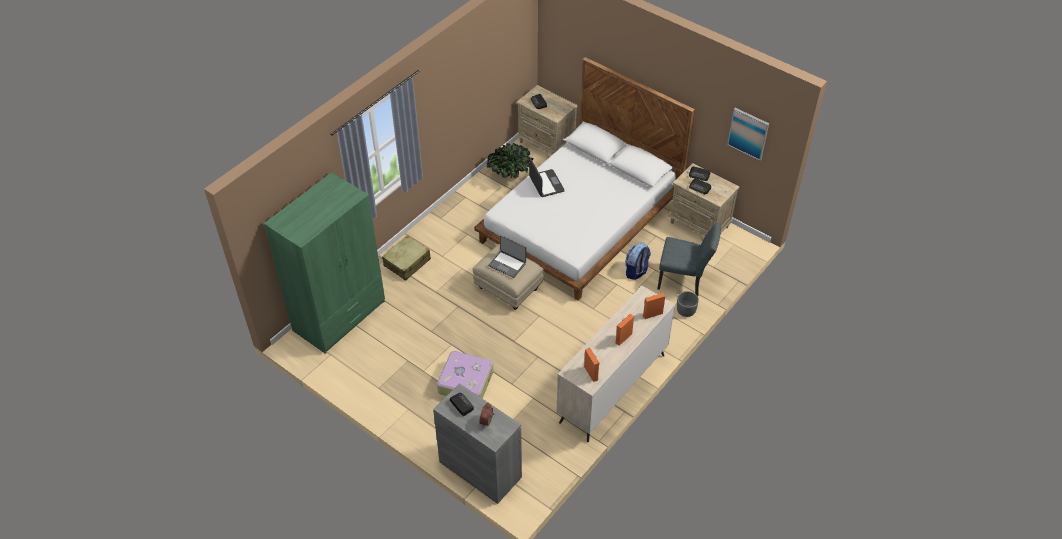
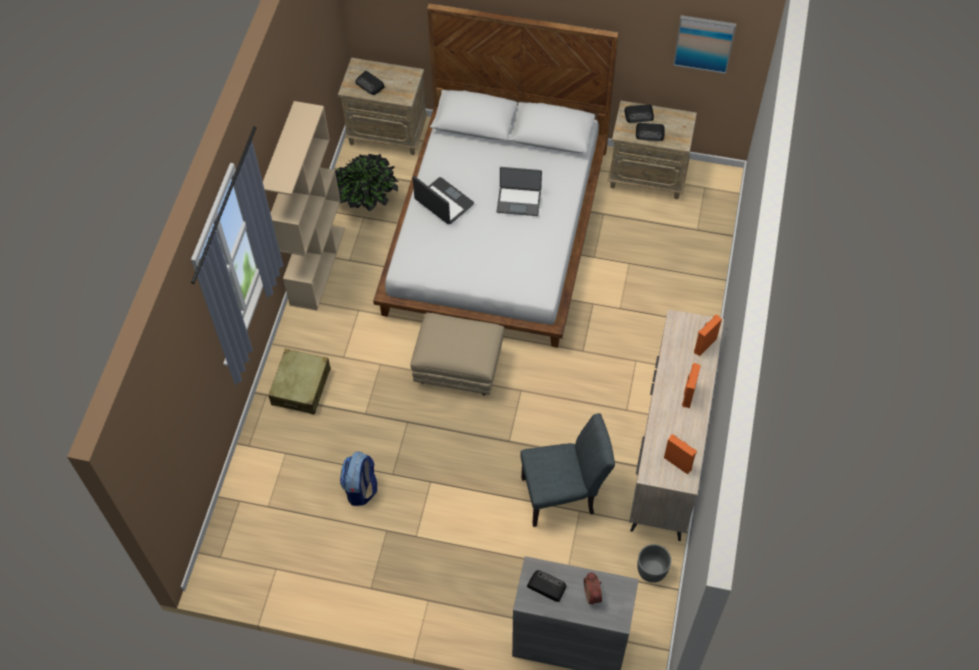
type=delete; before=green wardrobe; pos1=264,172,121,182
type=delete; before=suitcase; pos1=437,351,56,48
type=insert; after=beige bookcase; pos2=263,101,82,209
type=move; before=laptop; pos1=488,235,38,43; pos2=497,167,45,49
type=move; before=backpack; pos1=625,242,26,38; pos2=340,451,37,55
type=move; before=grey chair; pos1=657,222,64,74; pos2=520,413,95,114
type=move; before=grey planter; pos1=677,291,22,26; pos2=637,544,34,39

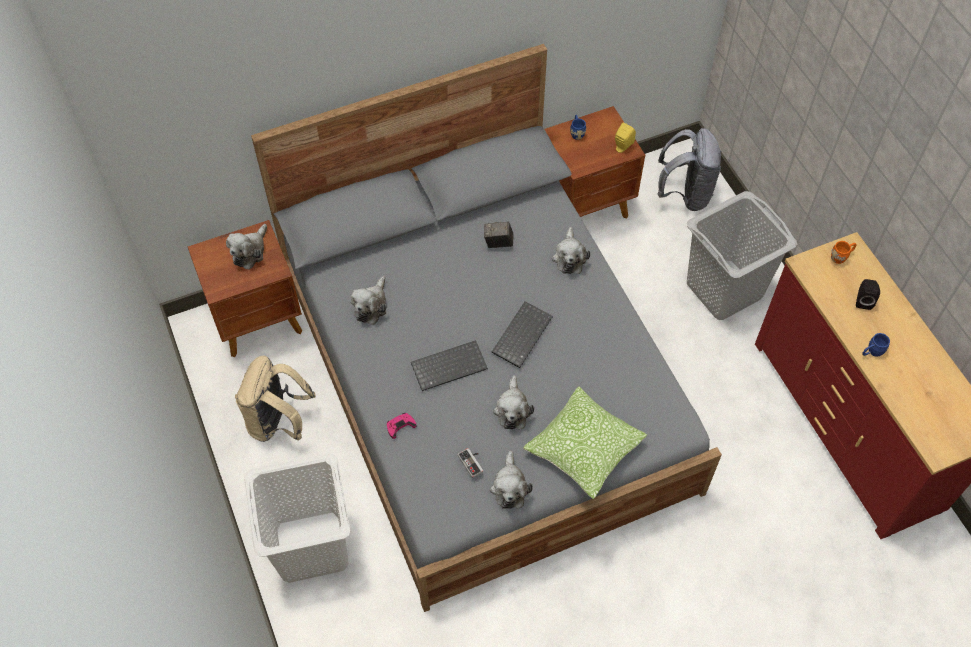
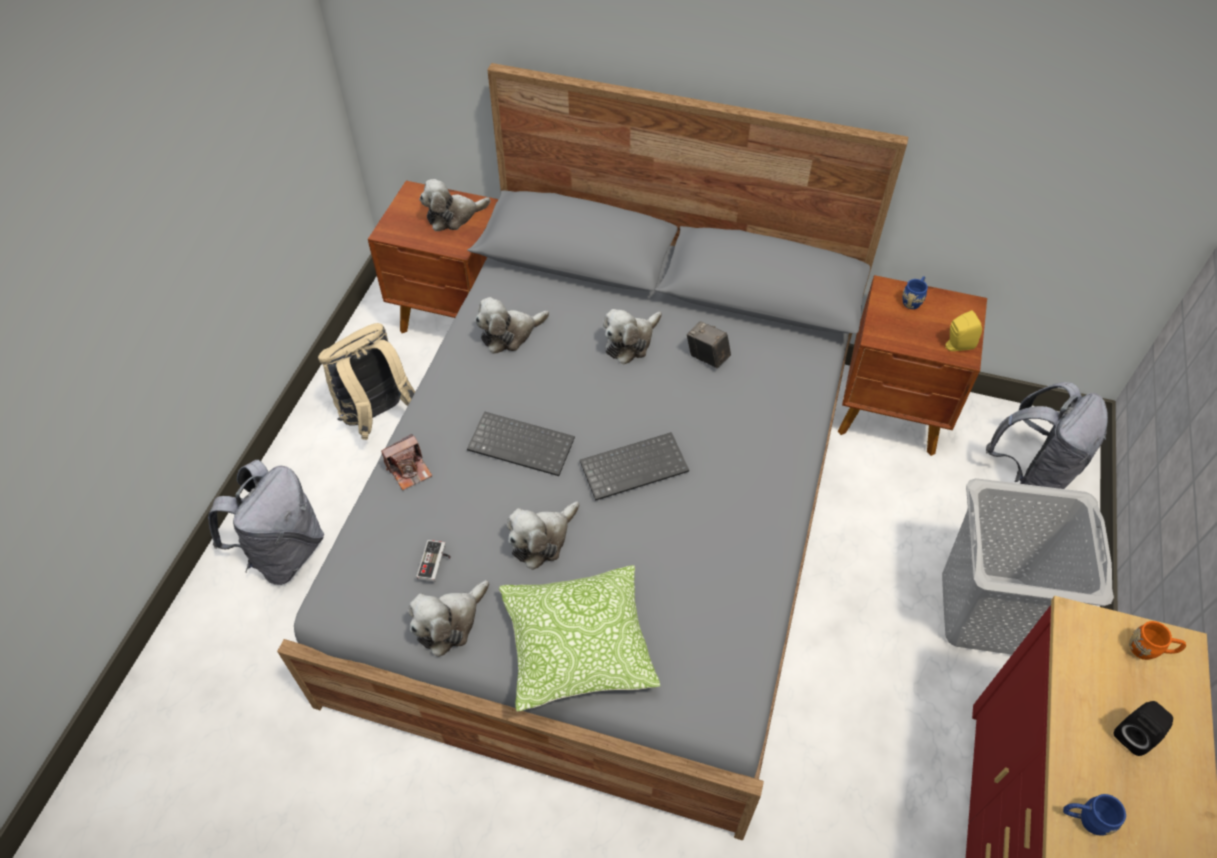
type=move; before=plush toy; pos1=552,227,38,47; pos2=603,309,59,55
type=replace; before=white laundry basket; after=grey backpack; pos1=244,453,107,130; pos2=208,460,116,125
type=replace; before=pink game controller; after=photo camera; pos1=387,413,29,26; pos2=381,434,52,56

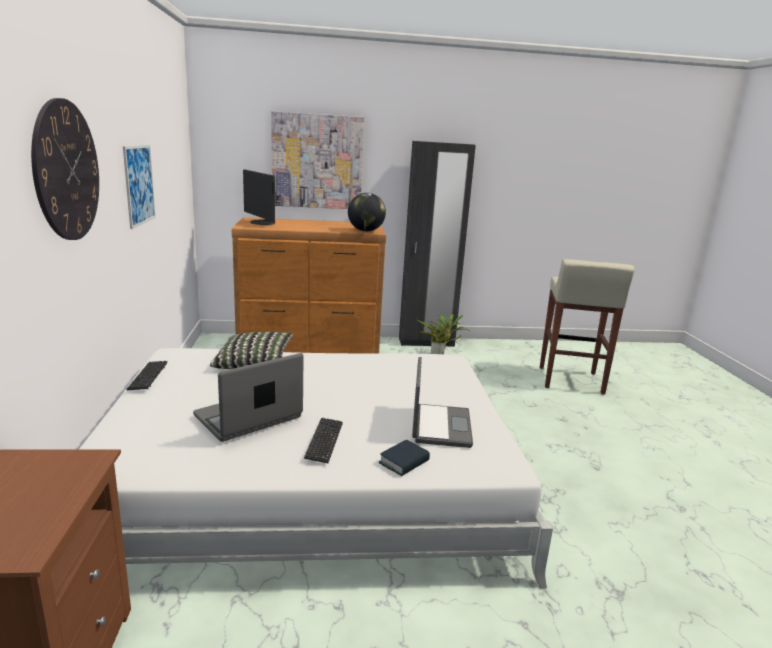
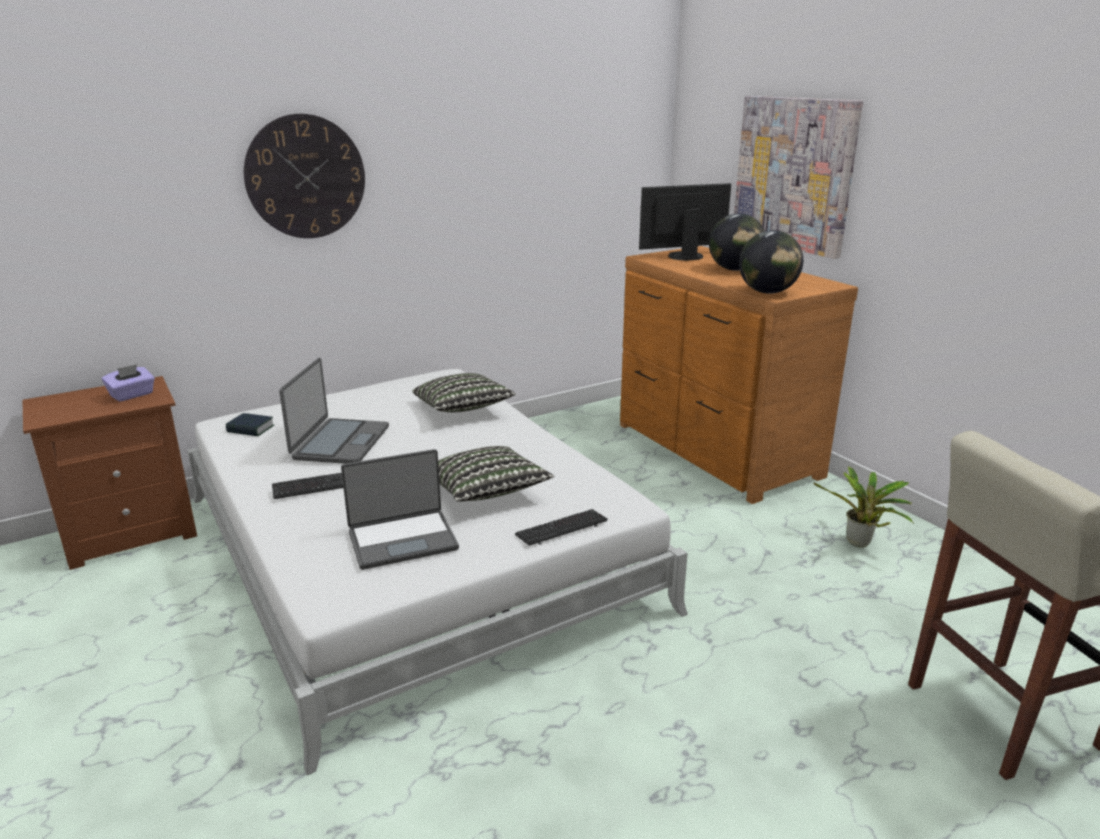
type=delete; before=picture; pos1=123,145,33,84
type=delete; before=black wardrobe; pos1=399,141,77,206
type=insert; after=purple tissue box; pos2=102,364,53,38
type=insert; after=pillow; pos2=438,446,116,55
type=insert; after=globe; pos2=709,214,55,57
type=move; before=keyboard; pos1=127,361,41,29; pos2=515,509,93,37
type=move; before=book; pos1=379,440,51,36; pos2=226,413,48,23
type=rotate; before=laptop; pos1=193,353,111,89; pos2=279,358,110,106; turn=75
type=rotate; before=monitor; pos1=243,169,32,56; pos2=639,183,92,78; turn=45

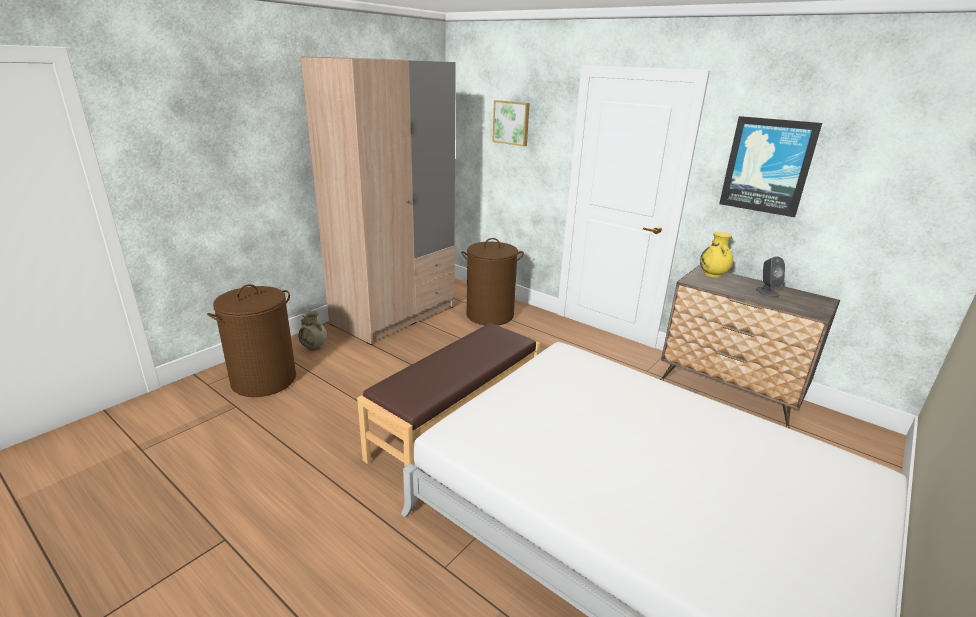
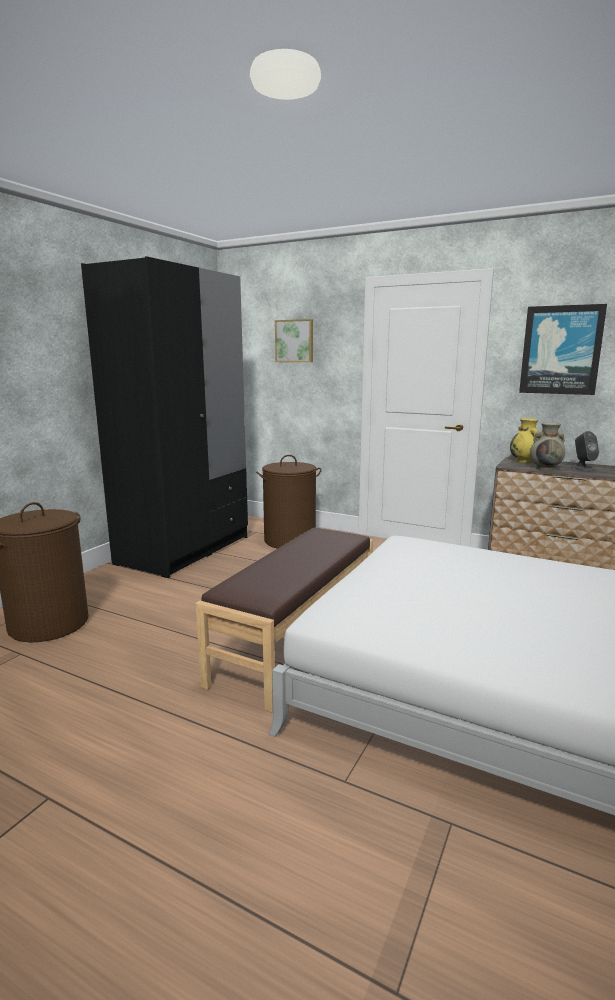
type=move; before=beige vase; pos1=298,311,29,40; pos2=530,423,35,47
type=recolor; before=beige wardrobe; after=black wardrobe; pos1=301,56,155,289; pos2=81,256,167,322

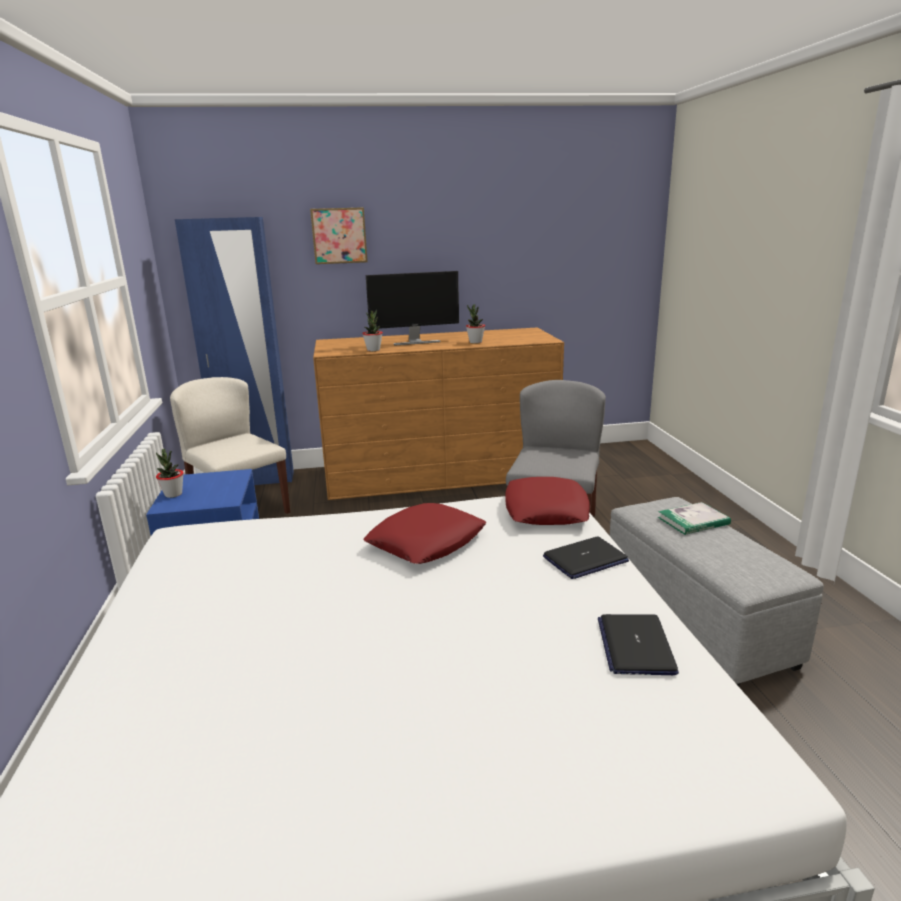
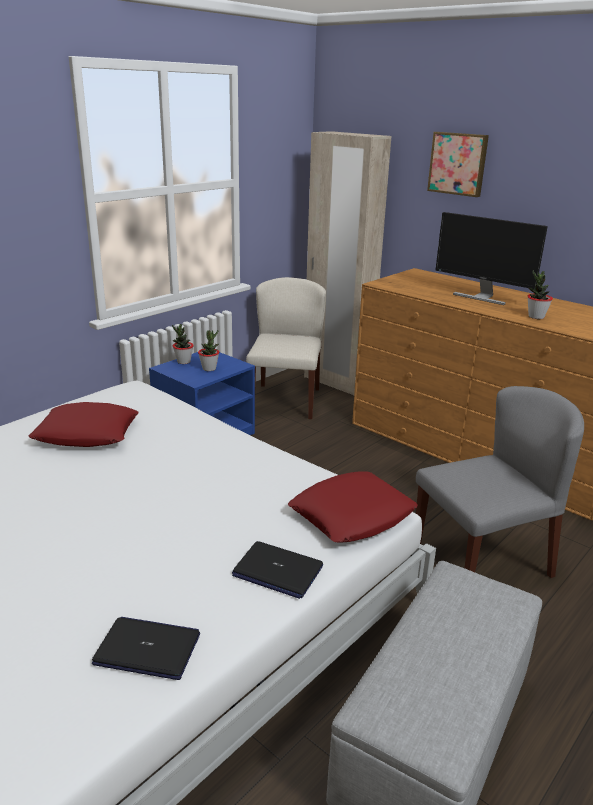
type=delete; before=book; pos1=658,502,73,33
type=move; before=potted plant; pos1=362,309,21,42; pos2=198,330,21,41
type=move; before=red pillow; pos1=363,503,123,61; pos2=29,402,110,45
type=recolor; before=blue wardrobe; after=beige wardrobe; pos1=175,217,119,268; pos2=304,131,87,265
type=rotate; before=laptop; pos1=598,614,81,61; pos2=92,617,108,63; turn=45

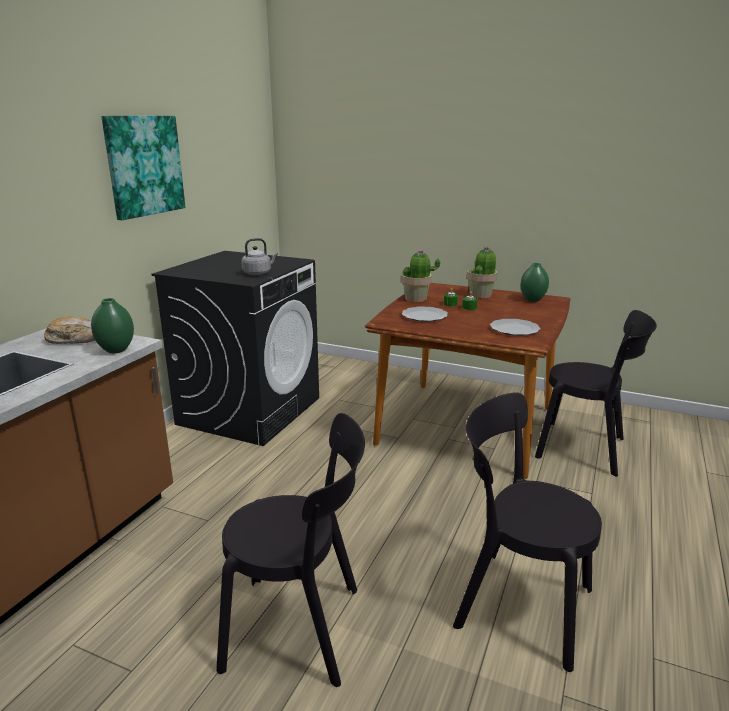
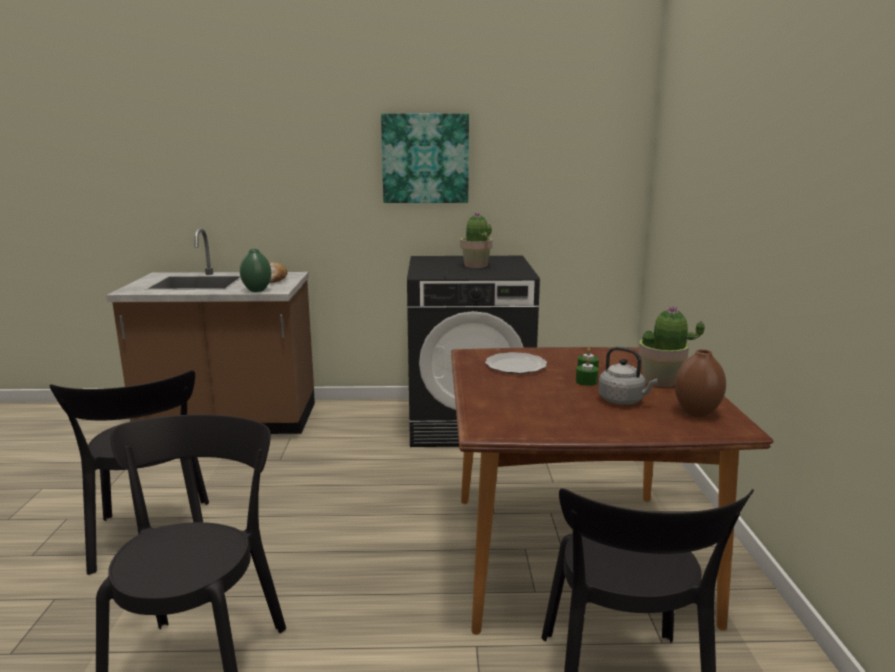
type=delete; before=plate; pos1=490,319,51,17
type=move; before=grey kettle; pos1=241,238,37,37; pos2=598,347,60,58
type=move; before=potted plant; pos1=401,250,39,52; pos2=460,213,33,55
type=recolor; before=green vase; after=brown vase; pos1=520,263,29,39; pos2=675,349,51,68

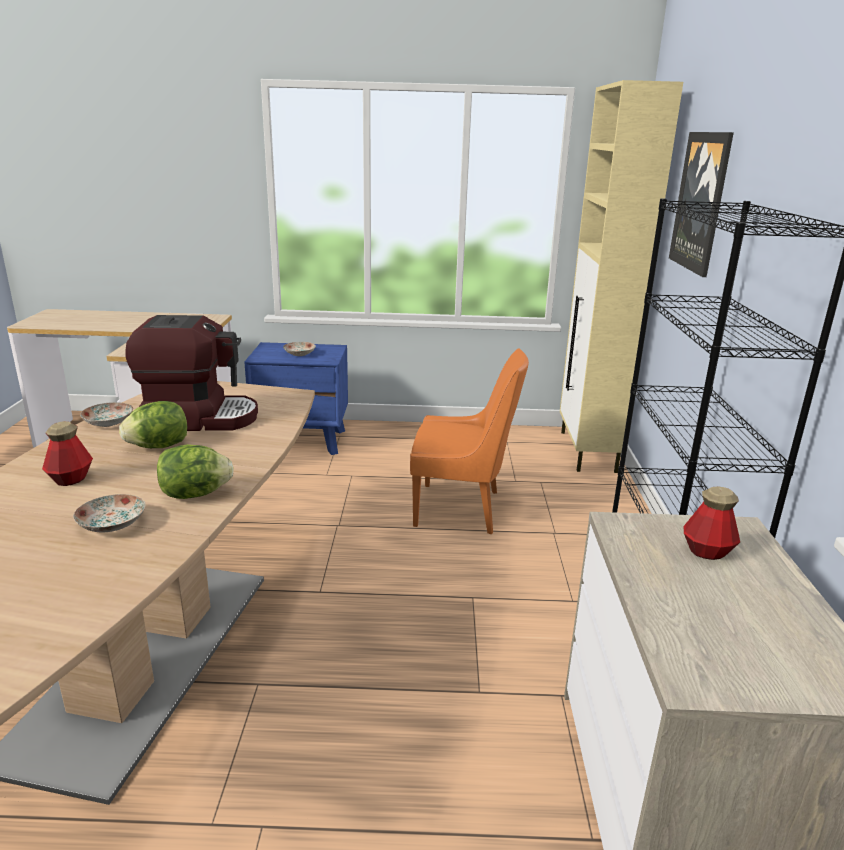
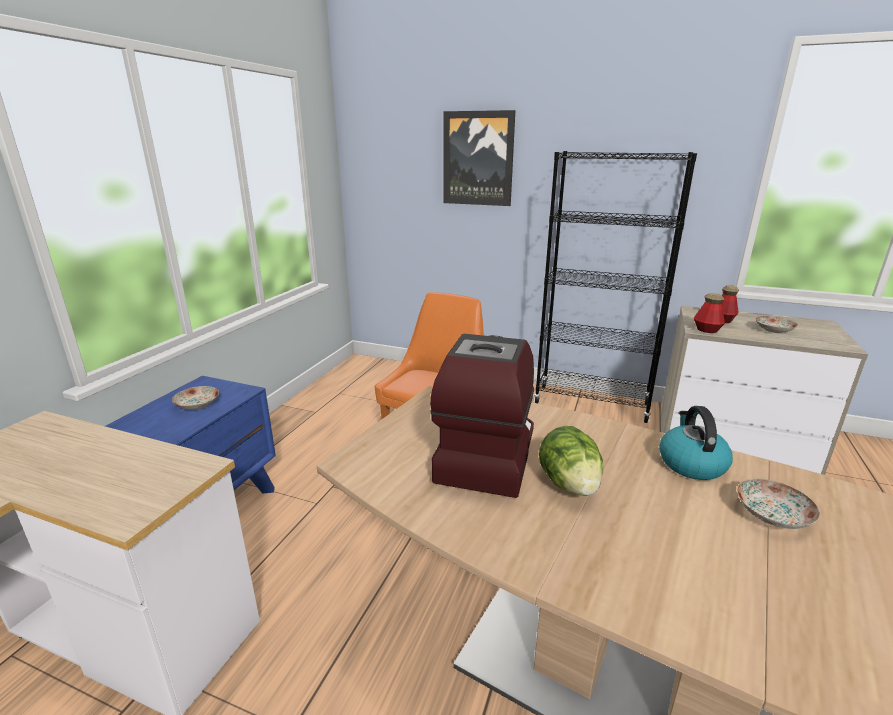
type=delete; before=beige cabinet; pos1=560,80,123,393
type=move; before=bottle; pos1=42,421,51,65; pos2=694,293,31,40
type=move; before=plate; pos1=80,402,53,25; pos2=756,316,42,17
type=replace; before=lettuce; after=kettle; pos1=157,444,77,55; pos2=659,406,74,74

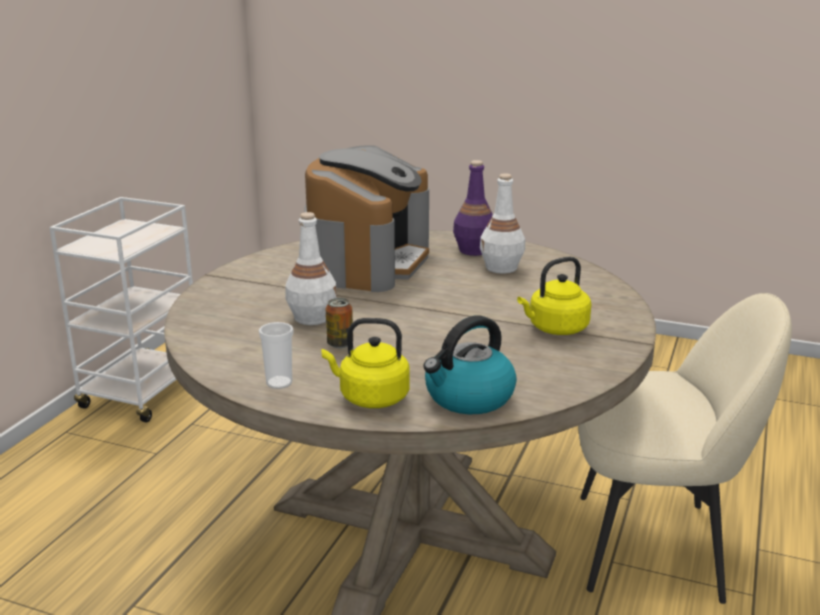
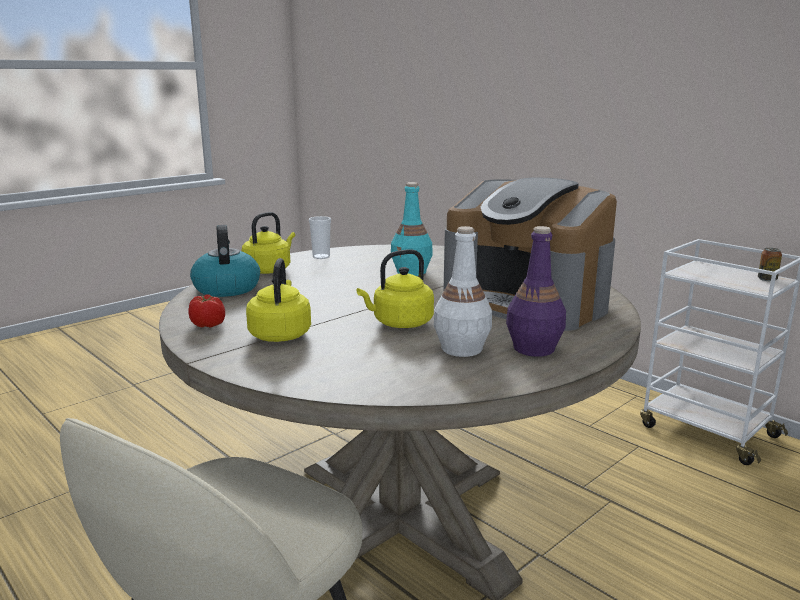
type=insert; after=tomato; pos2=189,295,36,33
type=insert; after=yellow kettle; pos2=357,249,77,79
type=move; before=can; pos1=326,298,27,50; pos2=758,248,24,33
type=recolor; before=white bottle; after=turquoise bottle; pos1=285,212,52,113; pos2=391,182,42,94

